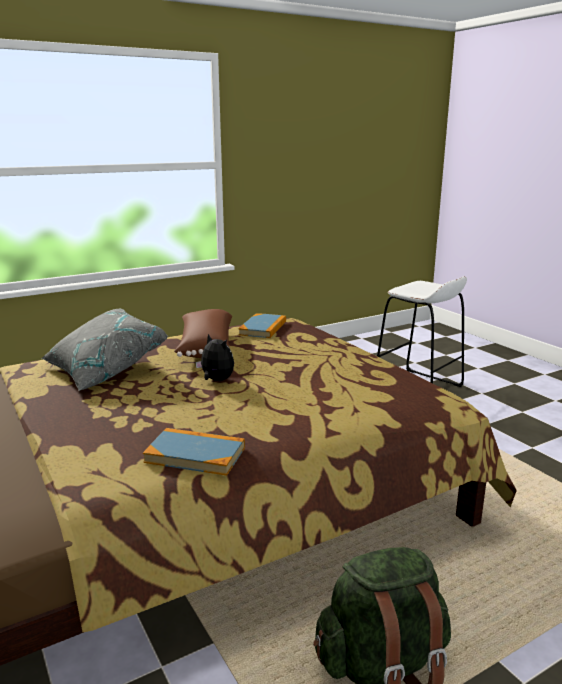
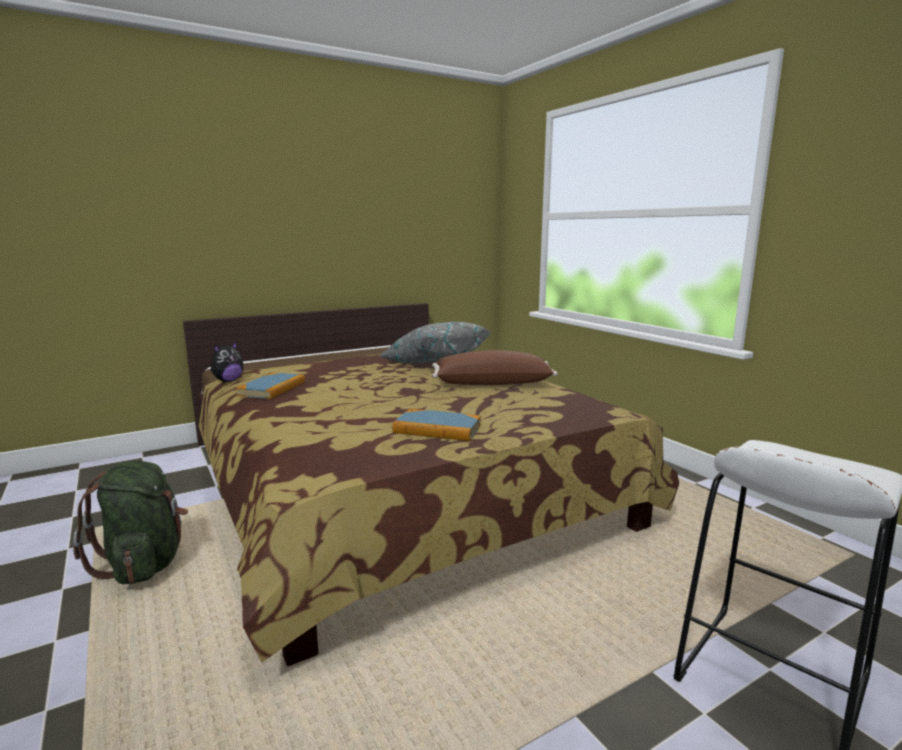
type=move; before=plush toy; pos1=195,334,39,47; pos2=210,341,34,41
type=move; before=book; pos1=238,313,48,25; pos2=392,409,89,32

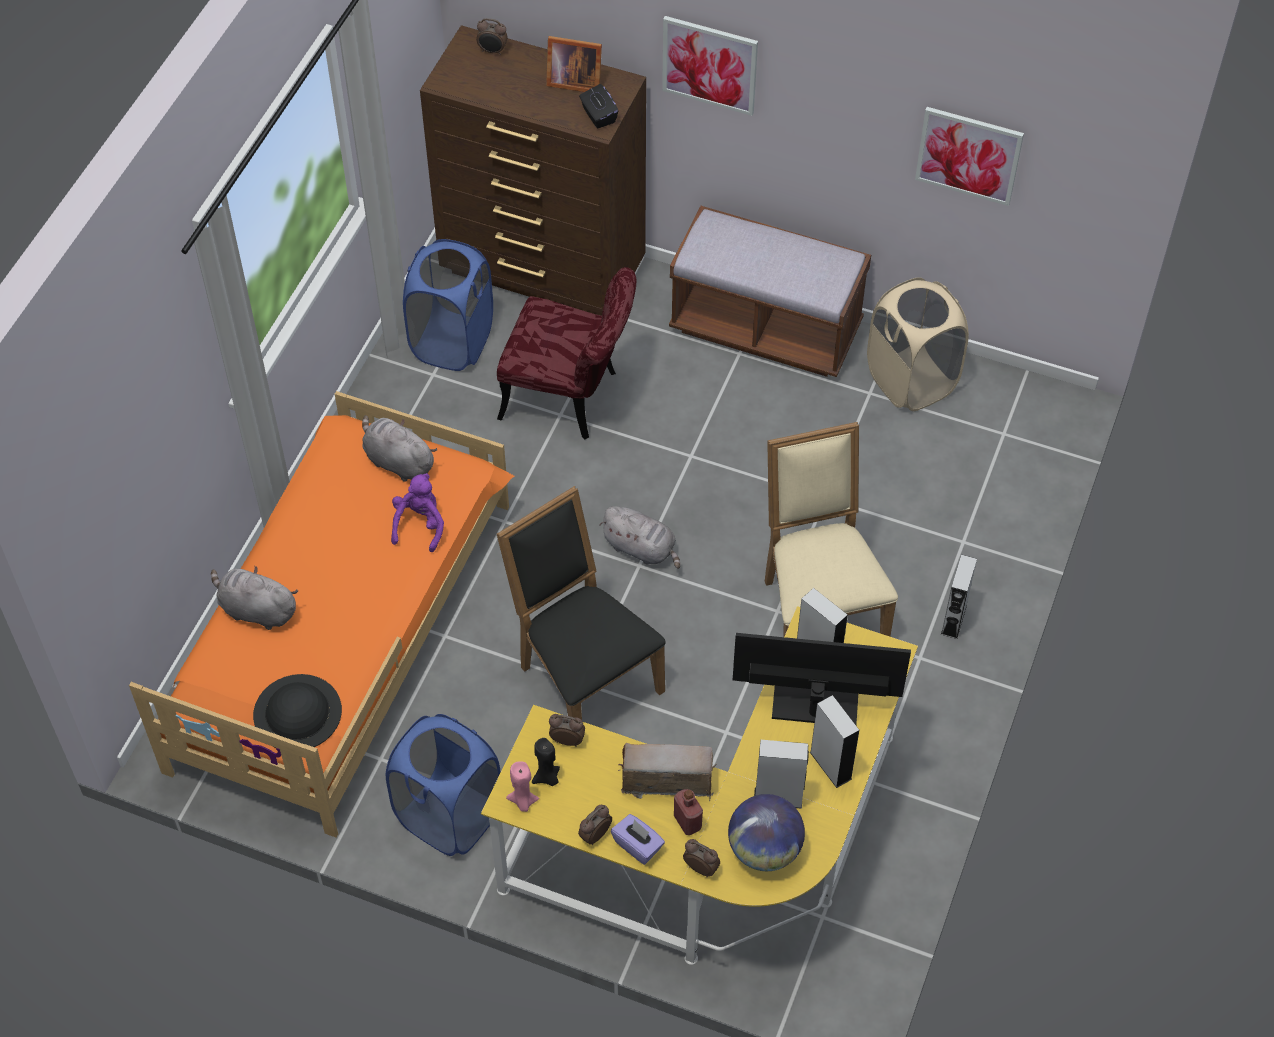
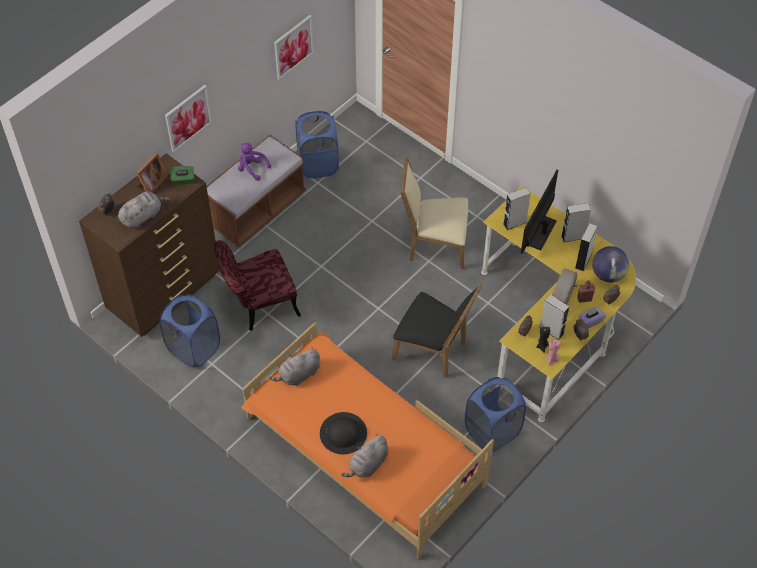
type=move; before=black hat; pos1=253,674,89,74; pos2=320,412,47,42
type=move; before=purple plush toy; pos1=391,473,53,79; pos2=238,143,33,38
type=move; before=grey plush toy; pos1=599,506,81,63; pos2=118,191,52,37
type=move; before=grey speaker; pos1=941,555,36,84; pos2=539,295,30,45
type=recolor; before=black tissue box; after=green tissue box; pos1=579,84,39,44; pos2=170,166,24,19
type=recolor; before=beige laundry basket; after=blue laundry basket; pos1=867,277,102,134; pos2=295,111,44,67
type=rotate; before=red chair; pos1=497,267,139,173; pos2=215,240,86,91; turn=-150
type=rotate; before=black chair; pos1=497,486,169,234; pos2=392,282,92,96; turn=-135

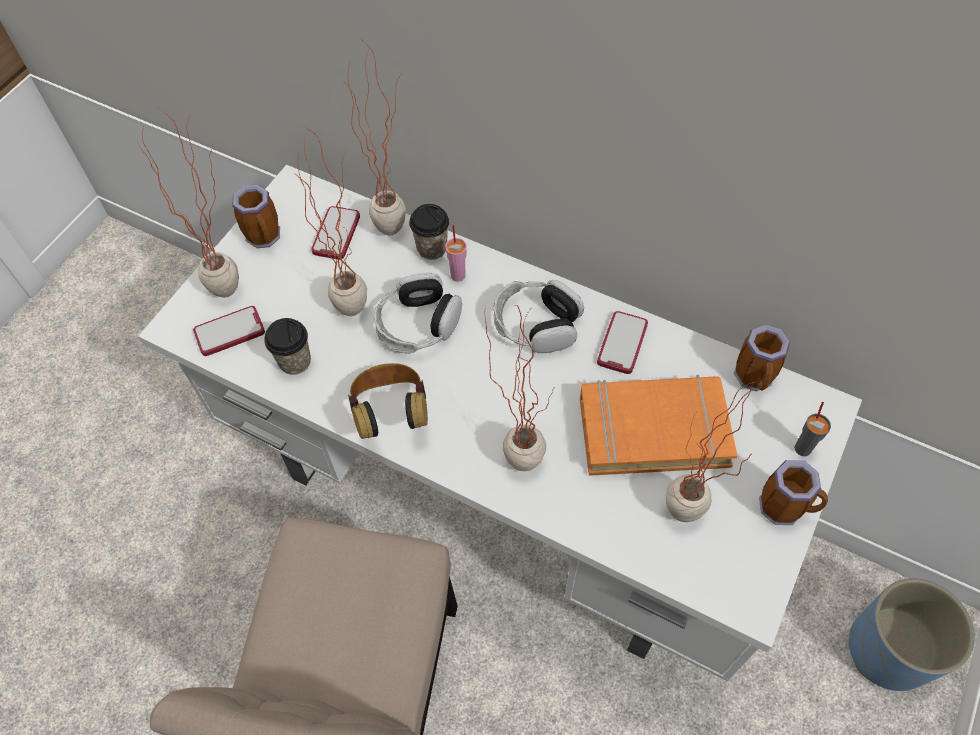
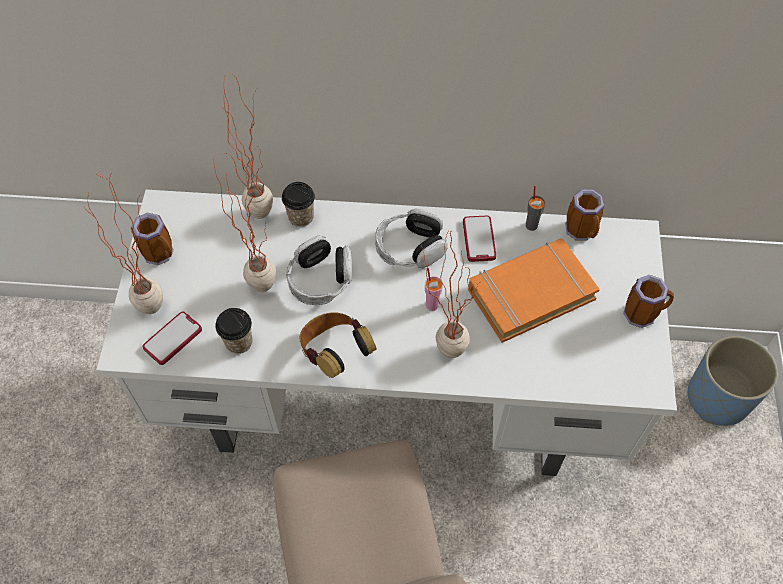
type=delete; before=phone; pos1=311,206,49,54
type=delete; before=potted plant; pos1=666,382,88,140
type=move; before=pink cup; pos1=445,225,22,57; pos2=425,268,18,43
type=move; before=grey cup; pos1=795,402,36,54; pos2=526,186,20,45

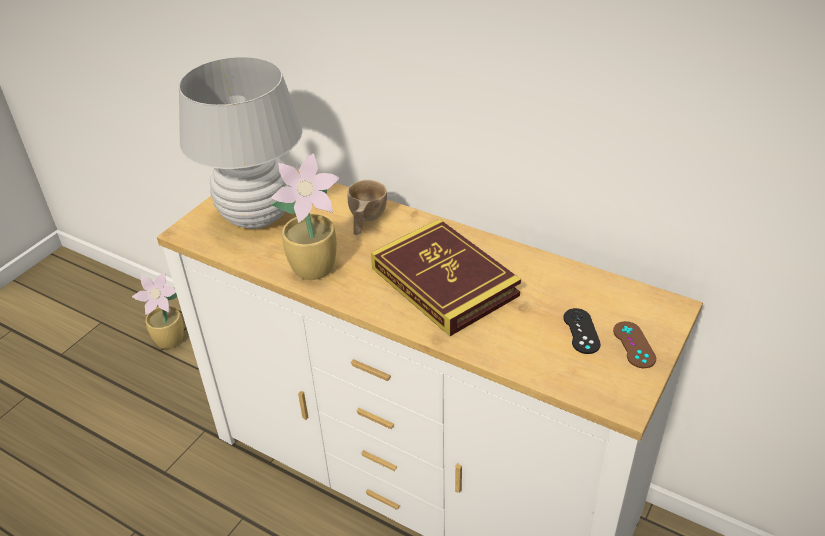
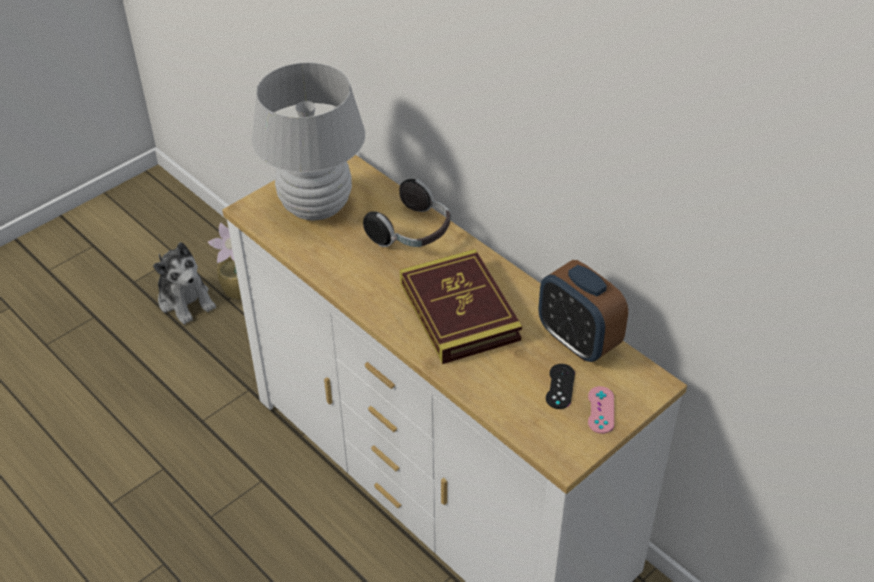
type=delete; before=potted plant; pos1=270,153,70,127
type=insert; after=plush toy; pos2=153,242,63,82
type=insert; after=alarm clock; pos2=539,260,89,102
type=replace; before=beige cup; after=headphones; pos1=347,180,40,55; pos2=363,179,88,68
type=recolor; before=brown game controller; after=pink game controller; pos1=613,321,43,47; pos2=588,386,26,48

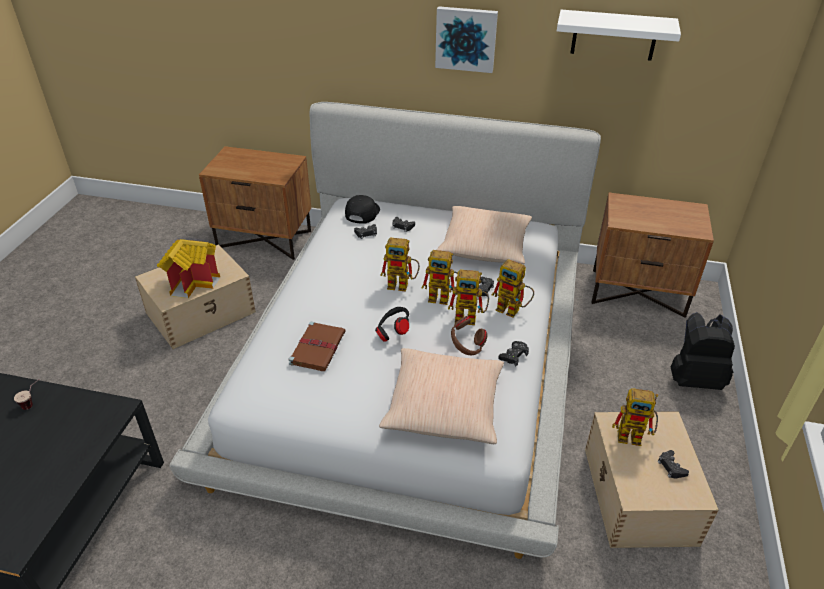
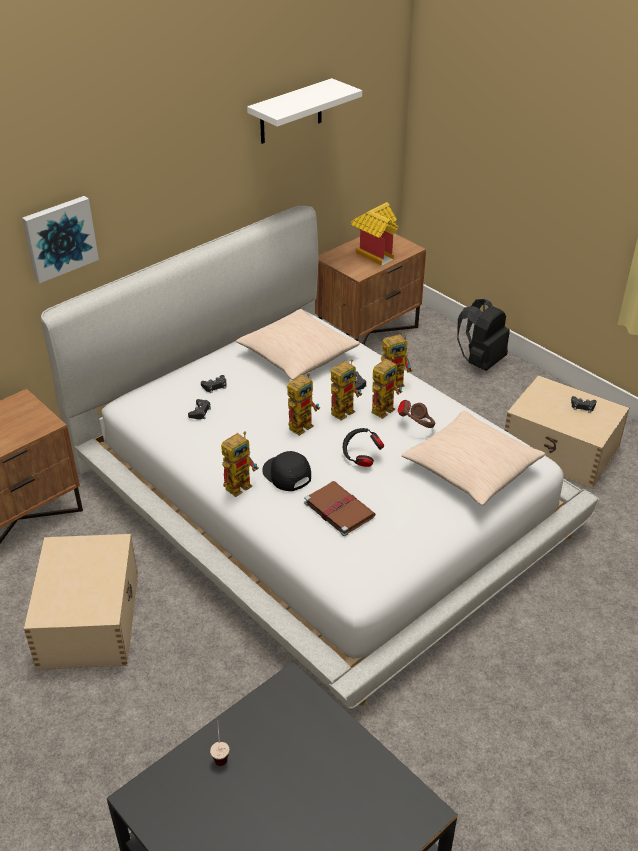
type=delete; before=black game controller; pos1=498,341,31,25
type=move; before=toy house; pos1=157,239,63,59; pos2=351,202,47,64
type=move; before=black cap; pos1=345,195,35,29; pos2=262,451,49,40
type=move; before=picture; pos1=435,6,63,67; pos2=22,196,77,87
type=move; before=toy robot; pos1=612,388,46,58; pos2=221,432,38,65

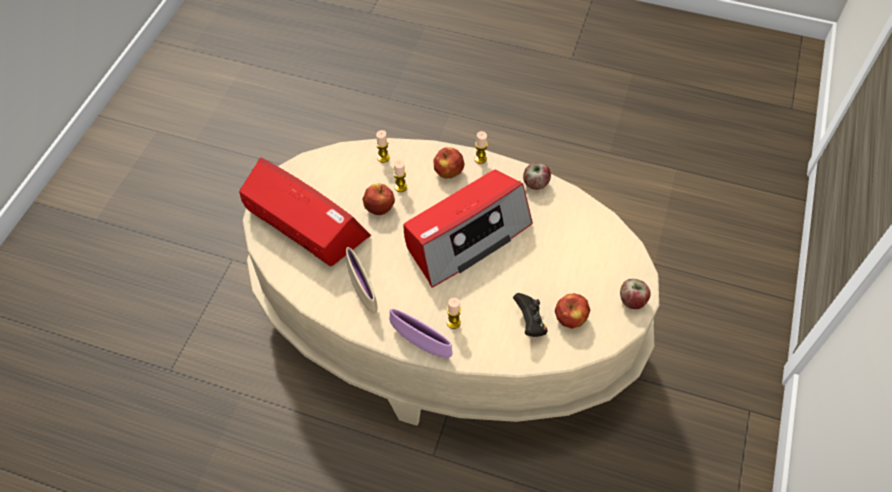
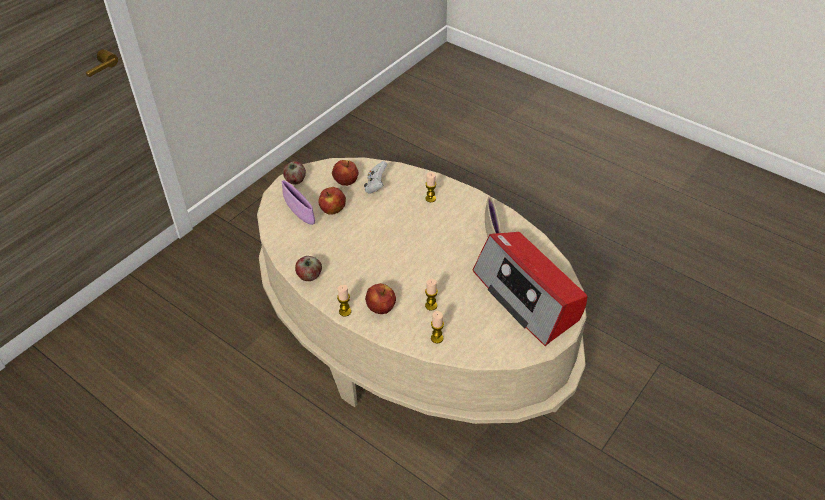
type=delete; before=radio; pos1=403,170,130,117
type=move; before=apple; pos1=363,184,32,31; pos2=318,187,28,28
type=move; before=purple bowl; pos1=389,309,64,49; pos2=282,180,33,45
type=recolor; before=black game controller; after=white game controller; pos1=513,293,35,44; pos2=364,161,24,33

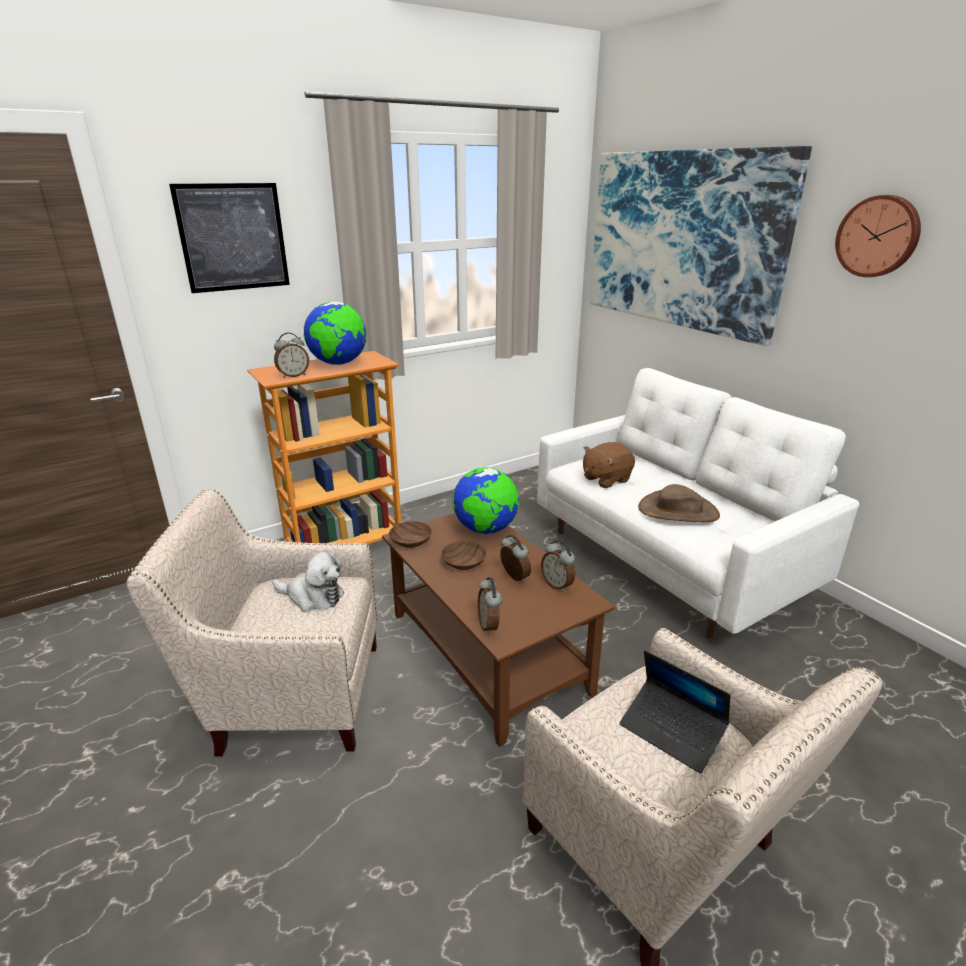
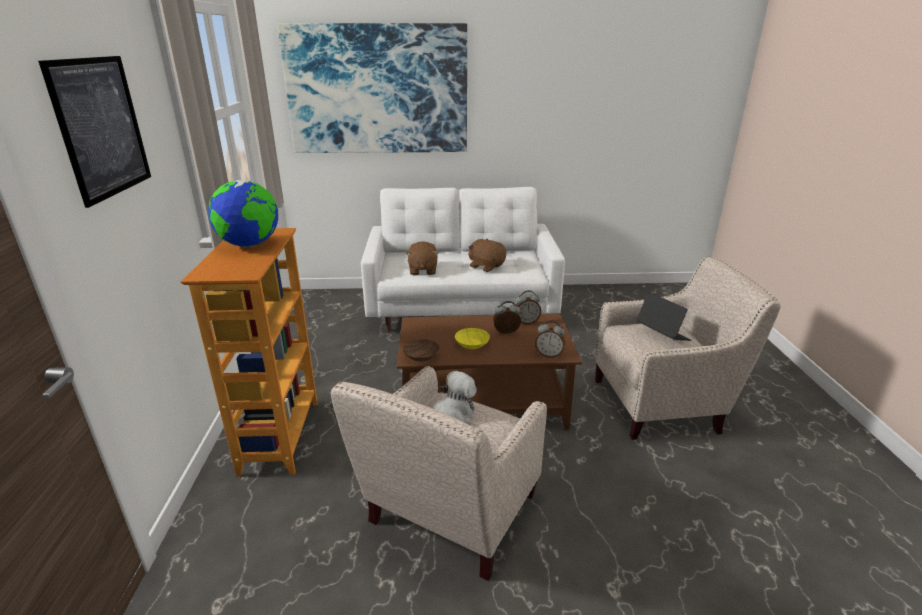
type=delete; before=alarm clock; pos1=274,333,35,45
type=delete; before=globe; pos1=452,467,67,67
type=delete; before=wall clock; pos1=835,195,86,82
type=replace; before=brown hat; after=brown plush toy; pos1=638,484,82,38; pos2=468,238,38,34
type=recolor; before=brown bowl; after=yellow bowl; pos1=441,541,45,29; pos2=455,328,35,21
type=rotate; before=laptop; pos1=620,650,110,124; pos2=636,292,55,49; turn=-105

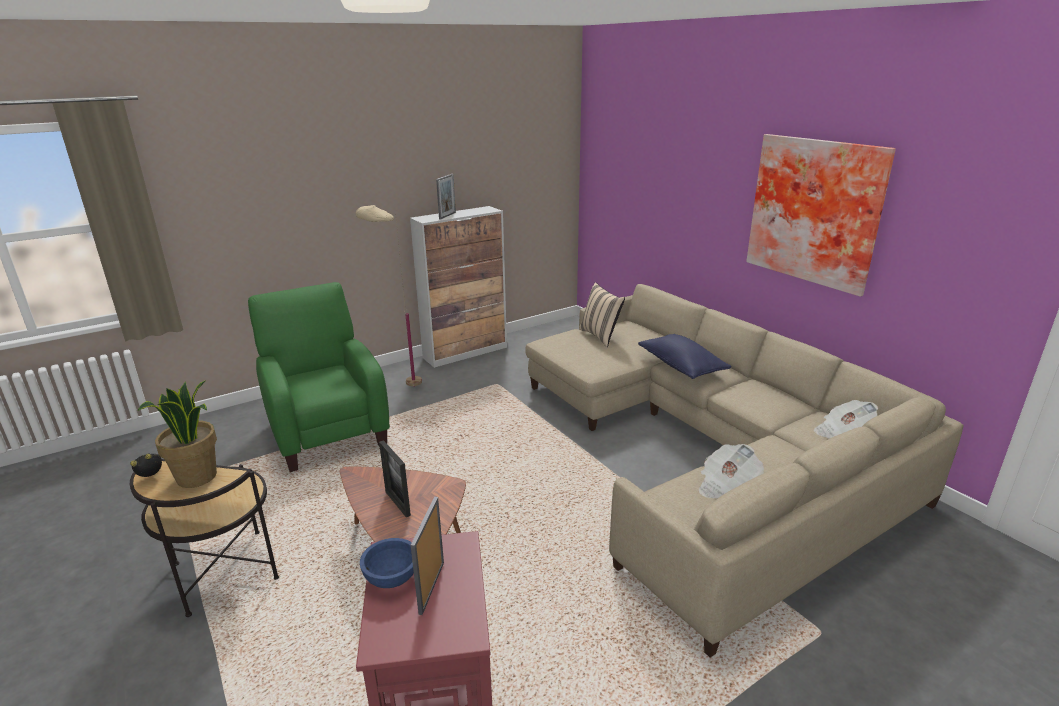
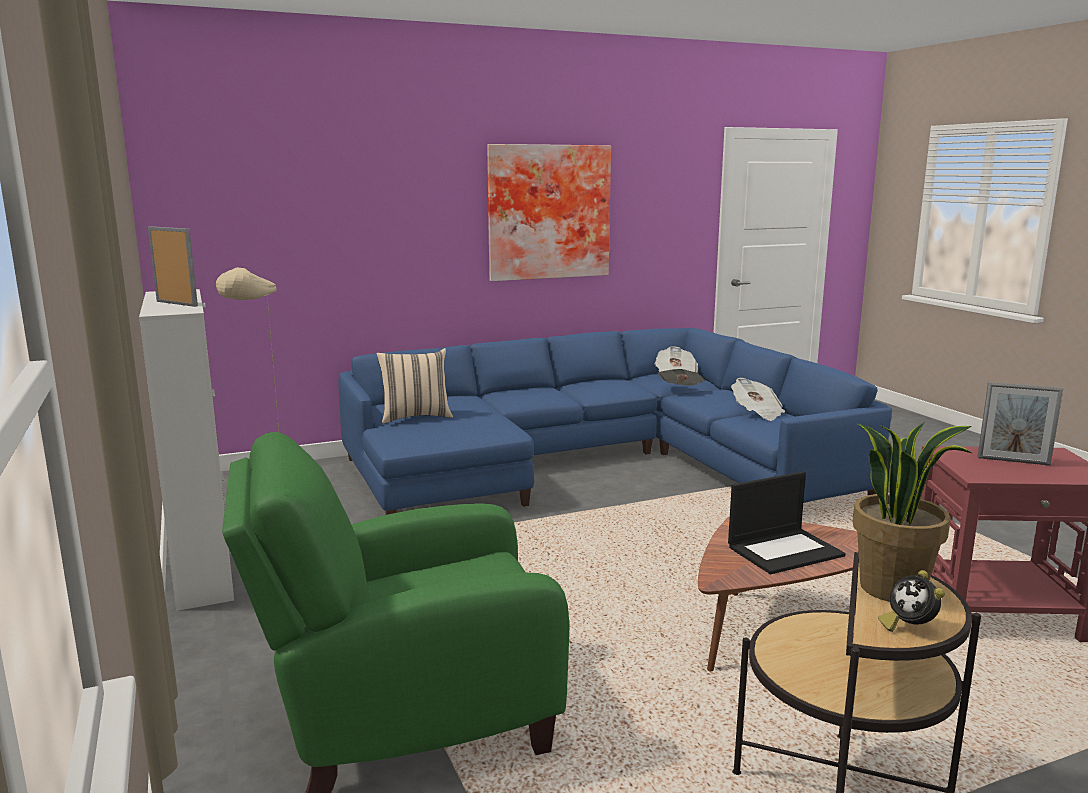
type=delete; before=blue bowl; pos1=360,538,54,50
type=delete; before=blue pillow; pos1=638,334,94,45
type=insert; after=newspaper; pos2=657,369,48,17
type=replace; before=picture frame; after=laptop; pos1=379,440,32,77; pos2=728,471,118,103
type=recolor; before=beige sofa; after=blue sofa; pos1=525,284,438,374; pos2=339,328,553,187

